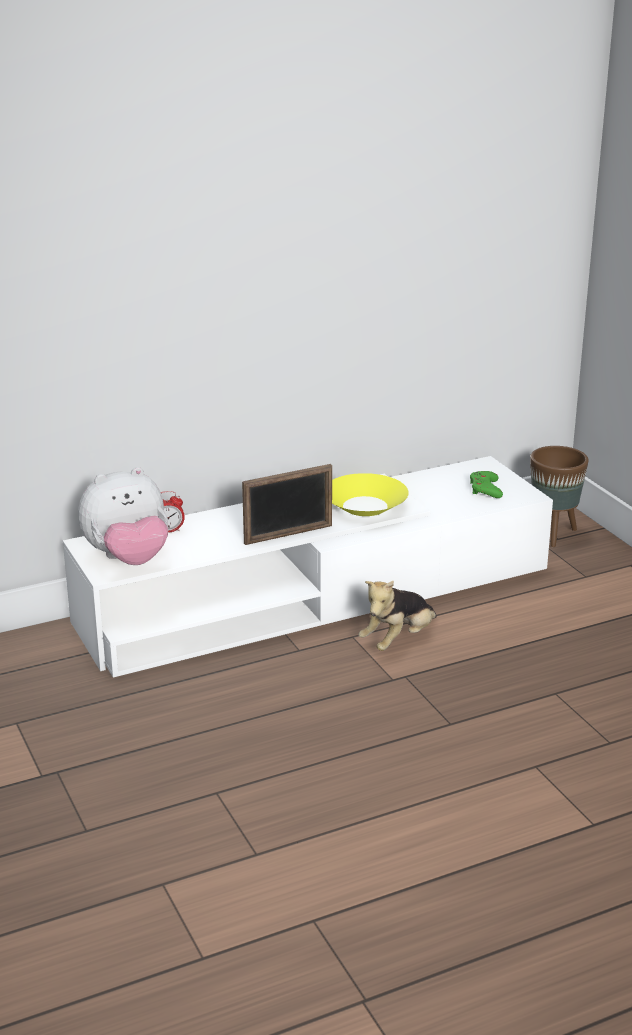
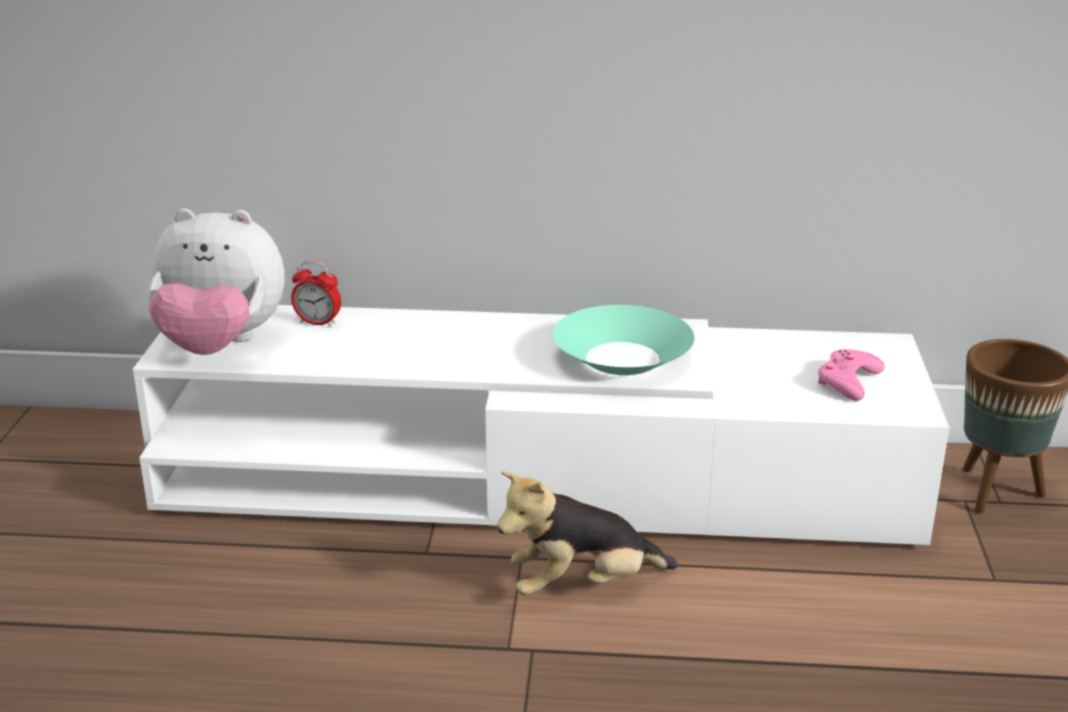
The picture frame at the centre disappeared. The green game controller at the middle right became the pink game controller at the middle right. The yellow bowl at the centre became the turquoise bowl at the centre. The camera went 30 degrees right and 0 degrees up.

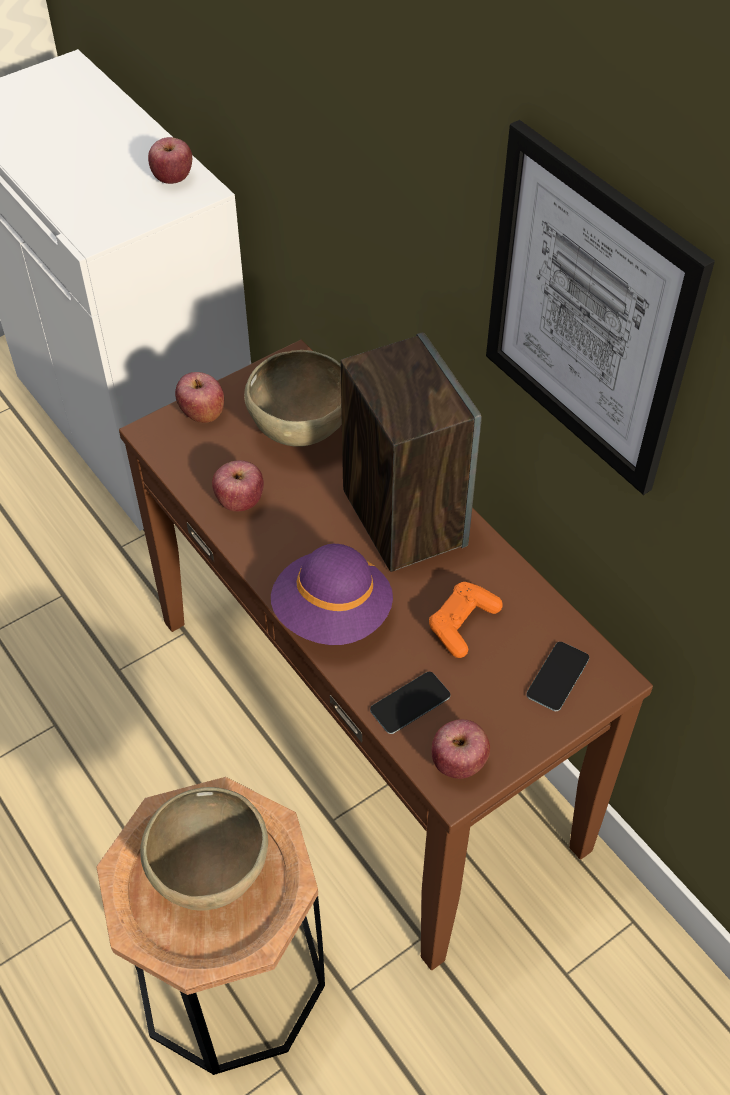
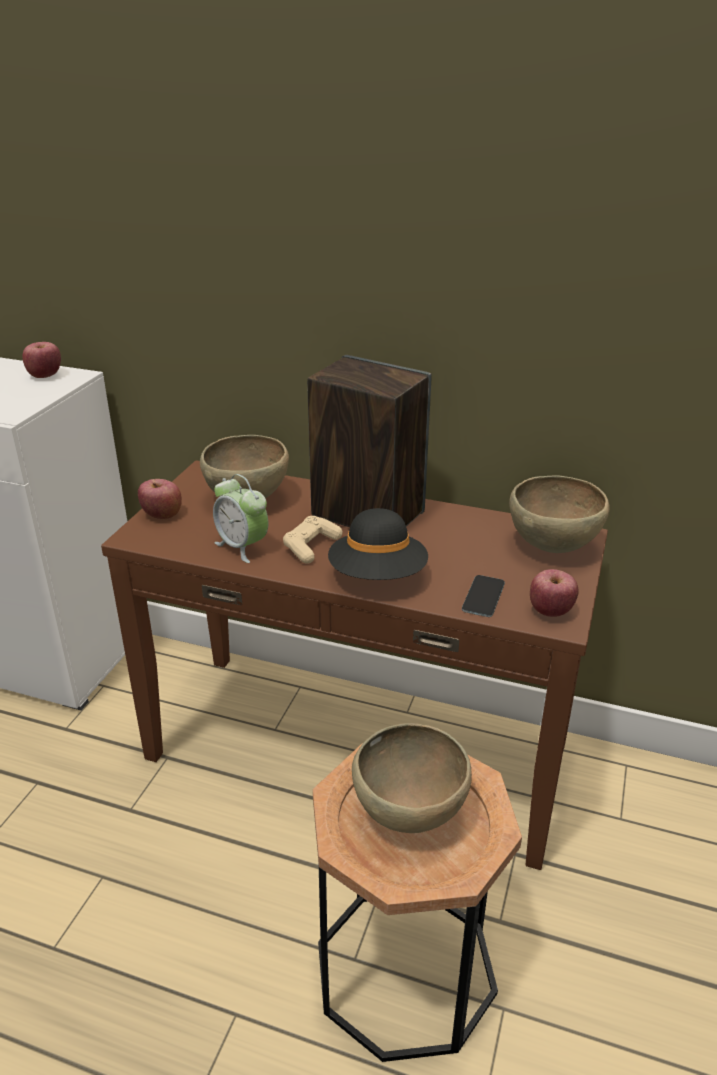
The picture at the top right disappeared. The apple (3rd from left) at the middle left was replaced by the alarm clock at the centre. The purple hat at the centre became the black hat at the centre. The orange game controller at the centre disappeared. The phone (2nd from left) at the middle right was replaced by the brown bowl (3rd from left) at the middle right. The beige game controller at the centre appeared. The camera went 35 degrees left and 20 degrees down.

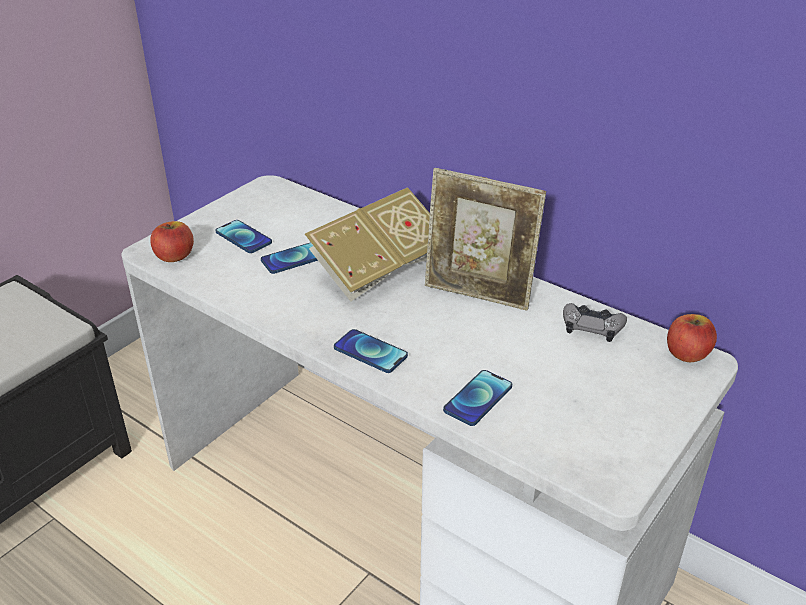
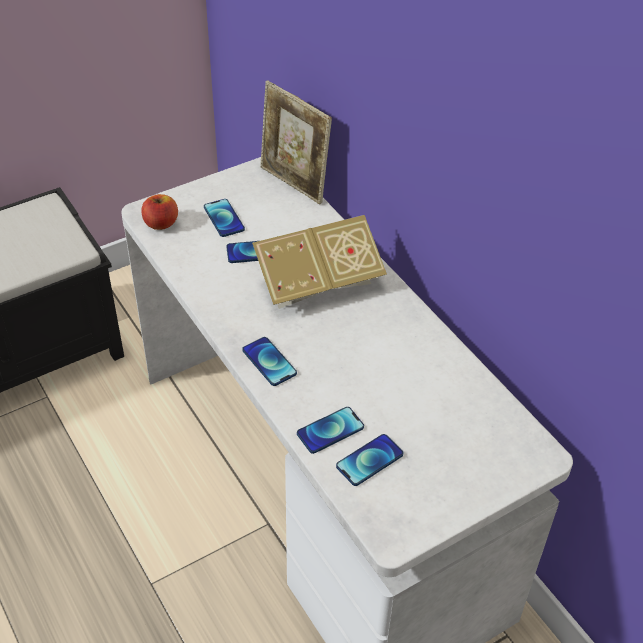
The picture frame moved from the centre to the top centre. The grey game controller at the middle right disappeared. The apple (2nd from left) at the middle right disappeared. The phone (5th from left) at the bottom centre appeared. The camera went 20 degrees right and 10 degrees up.

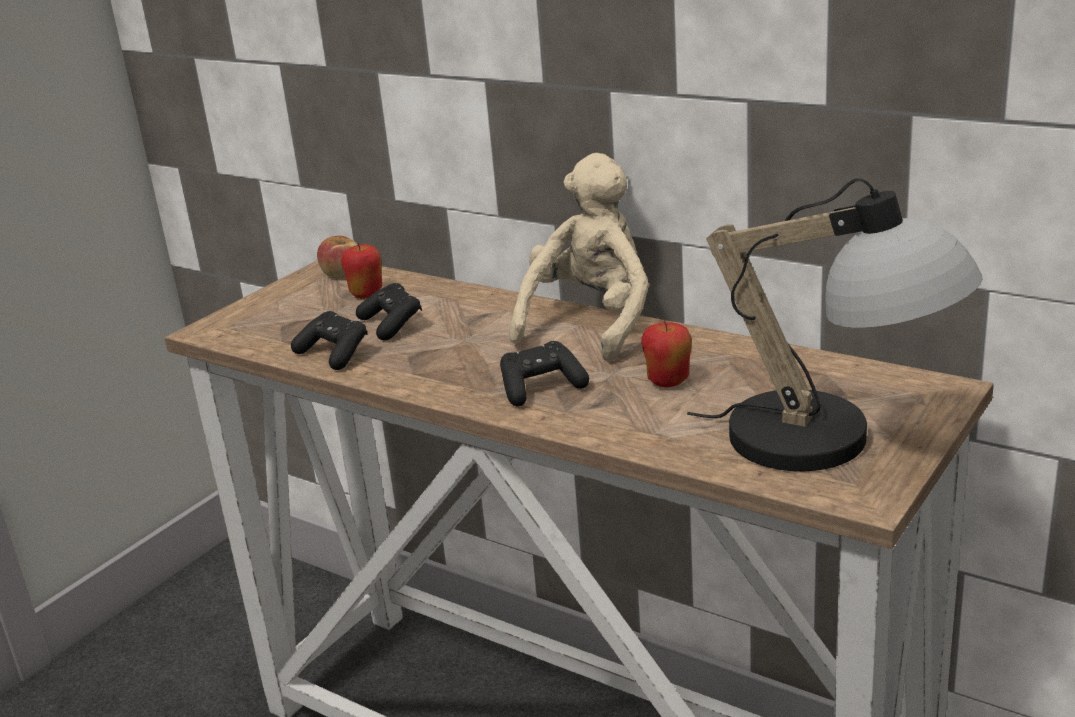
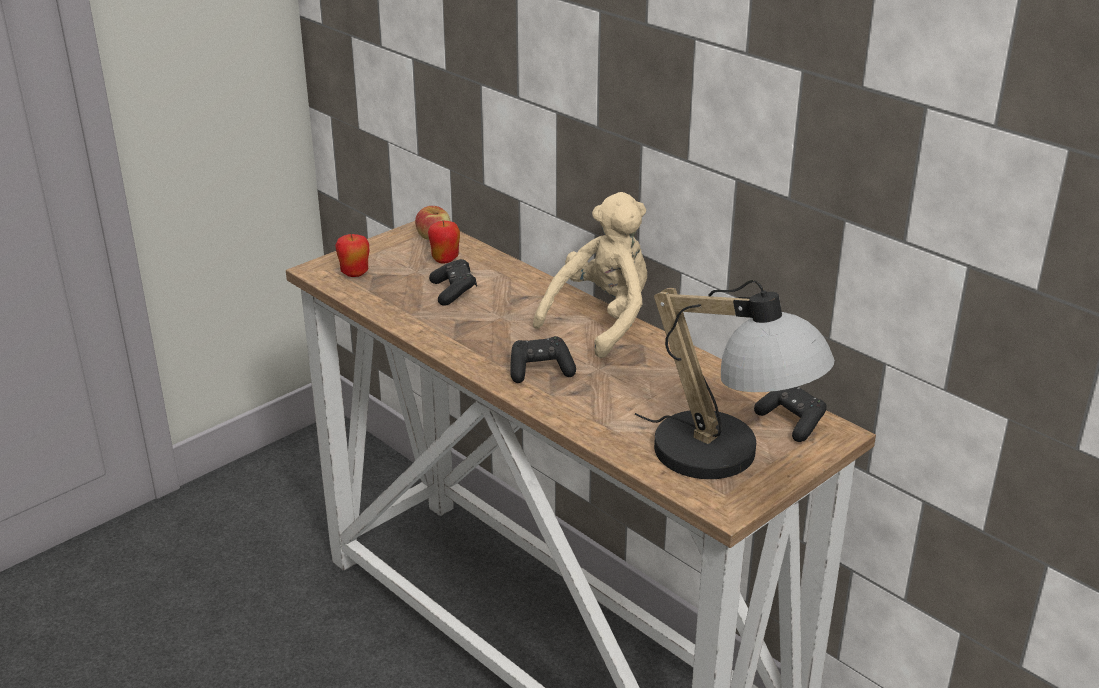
The black game controller (1st from left in the first image) moved from the middle left to the middle right. The apple (3rd from left in the first image) moved from the centre to the middle left. The camera went 10 degrees right and 5 degrees up.

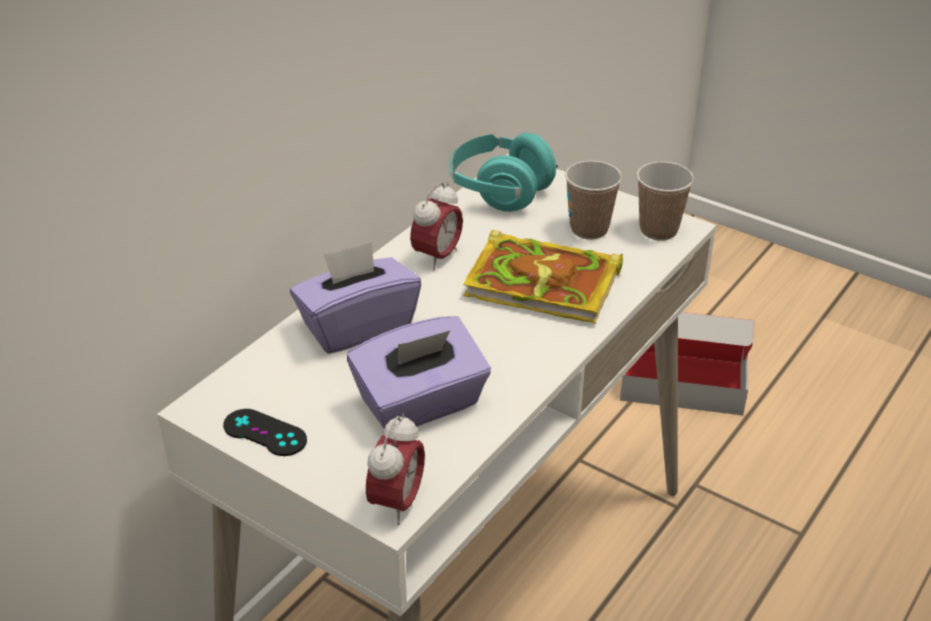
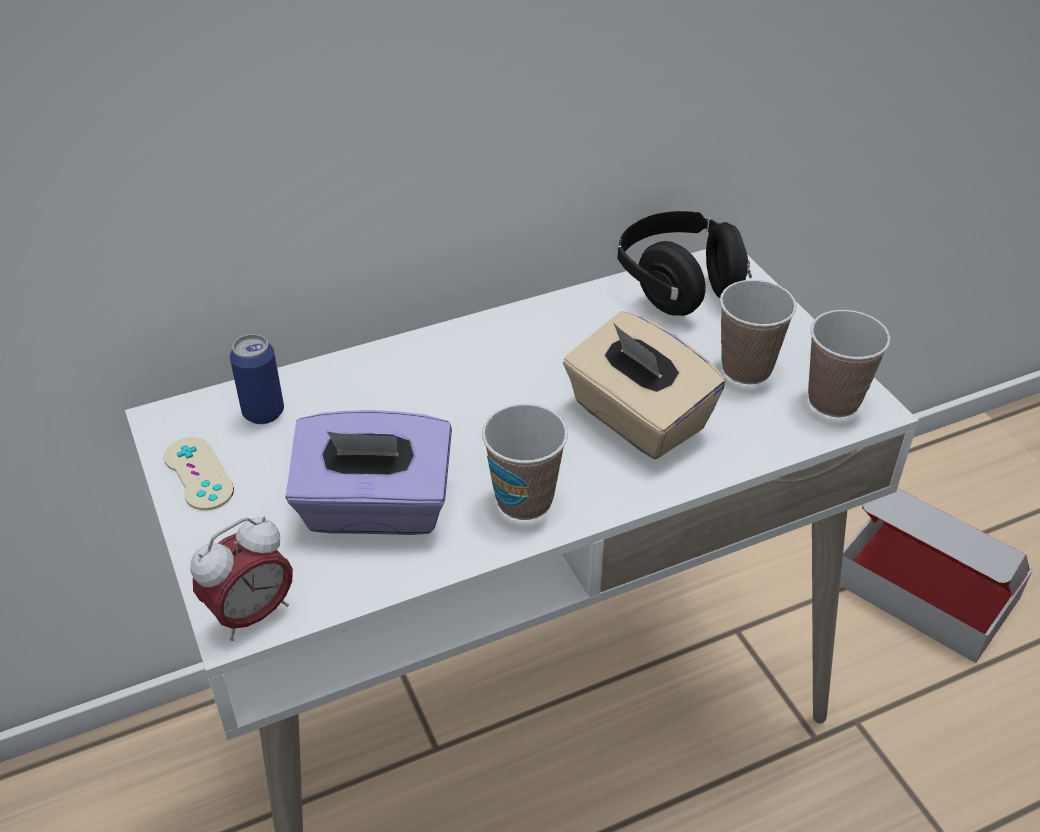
The turquoise headphones at the top centre became the black headphones at the top centre. The alarm clock (2nd from left) at the centre disappeared. The book at the centre was replaced by the beige tissue box at the centre. The purple tissue box (1st from left) at the centre disappeared. The black game controller at the bottom left became the beige game controller at the middle left. The can at the middle left appeared. The cup (1st from left) at the centre appeared. The camera went 30 degrees right and 5 degrees up.

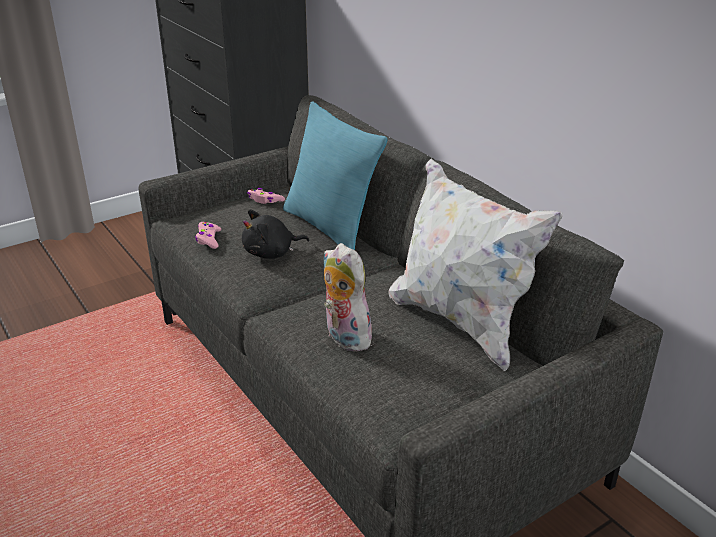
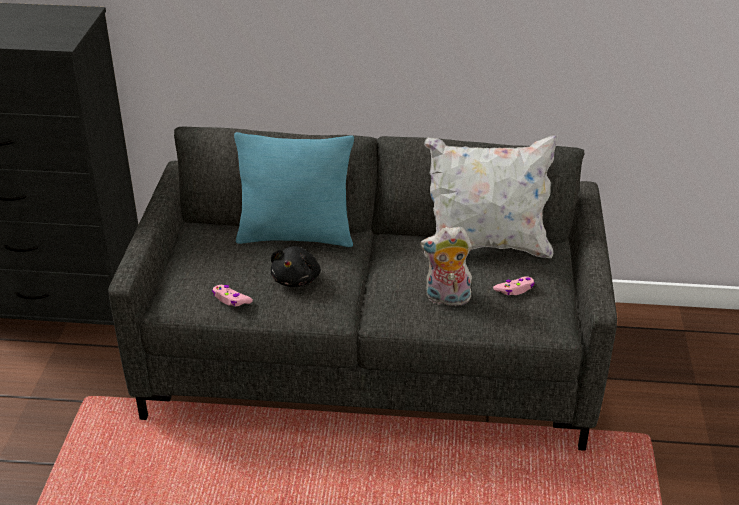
The pink game controller (2nd from left) moved from the centre to the middle right. The camera went 50 degrees left and 5 degrees up.

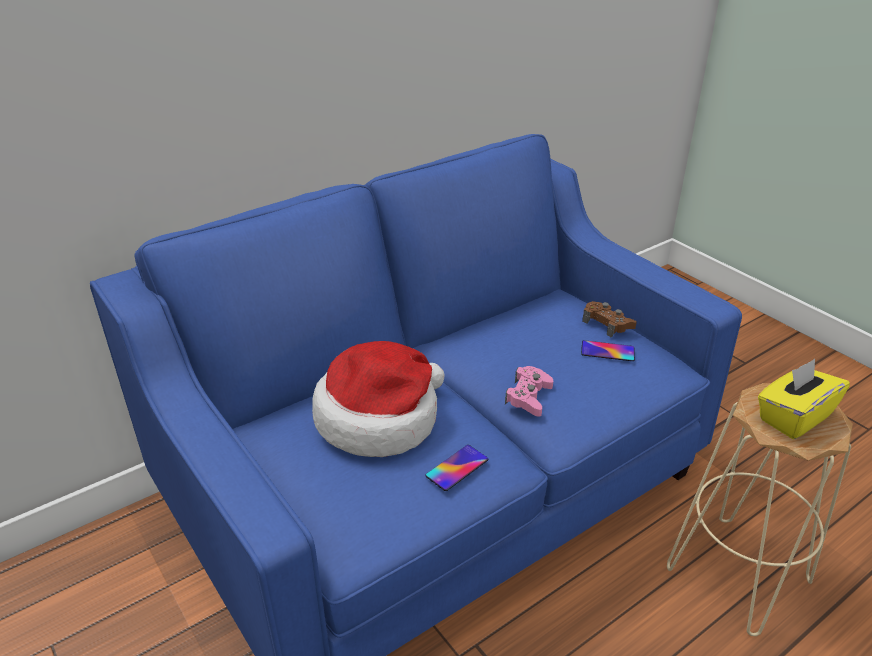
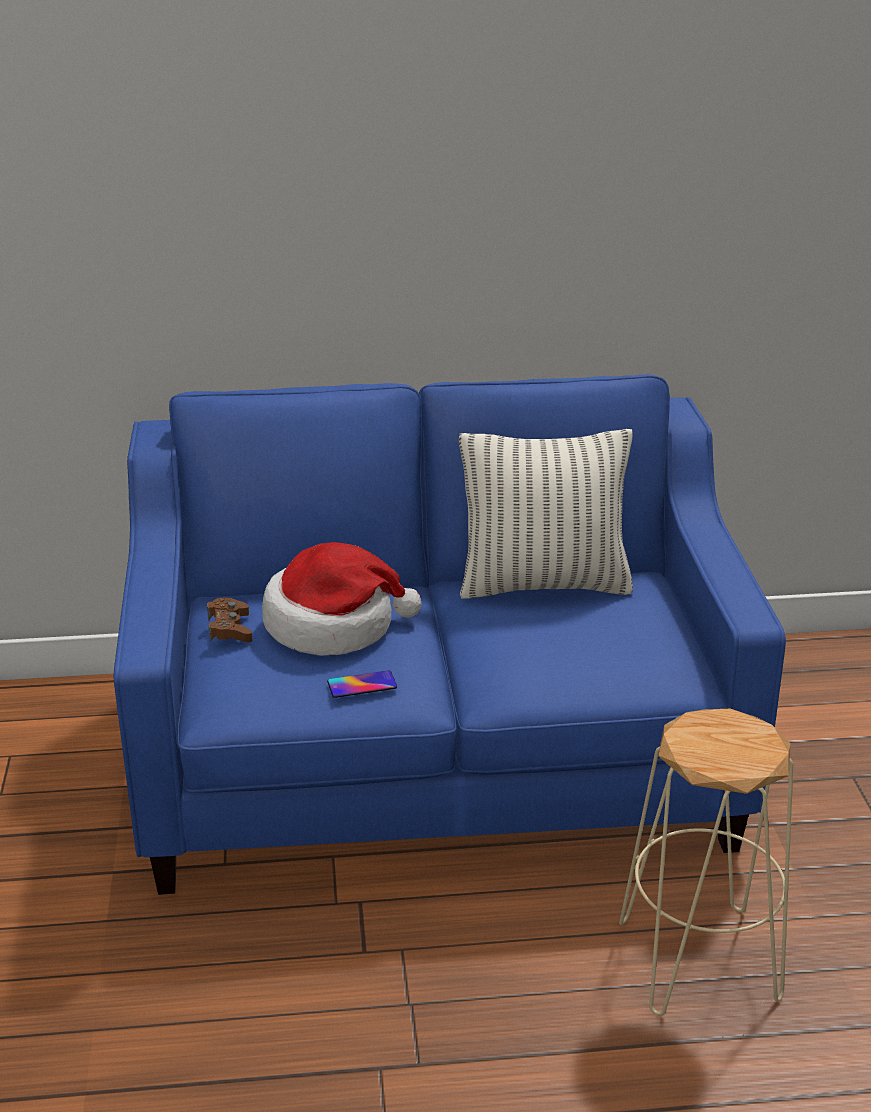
The brown game controller moved from the middle right to the middle left. The phone (2nd from left) at the middle right disappeared. The yellow tissue box at the middle right disappeared. The pink game controller at the centre disappeared. The pillow at the centre appeared. The camera went 30 degrees right and 5 degrees down.

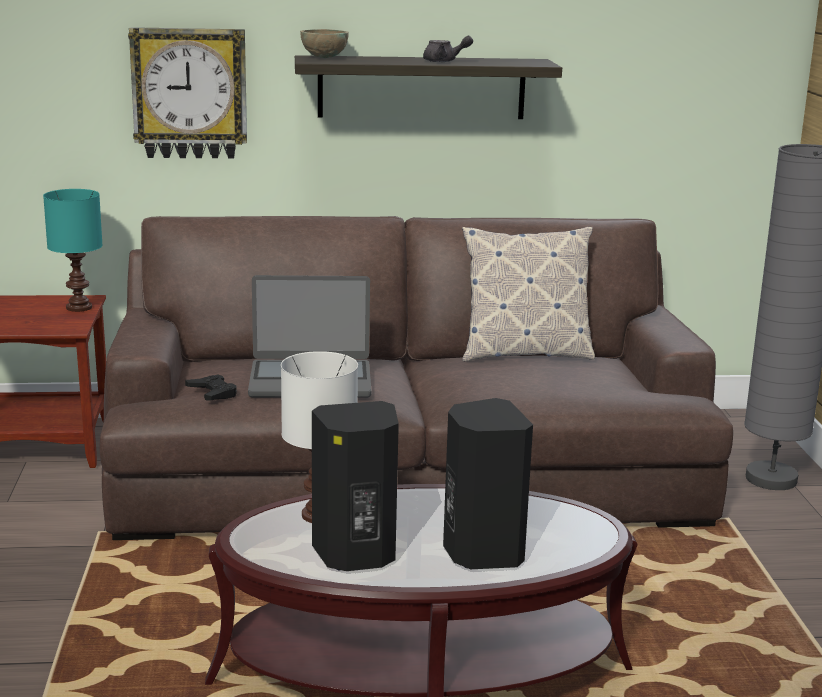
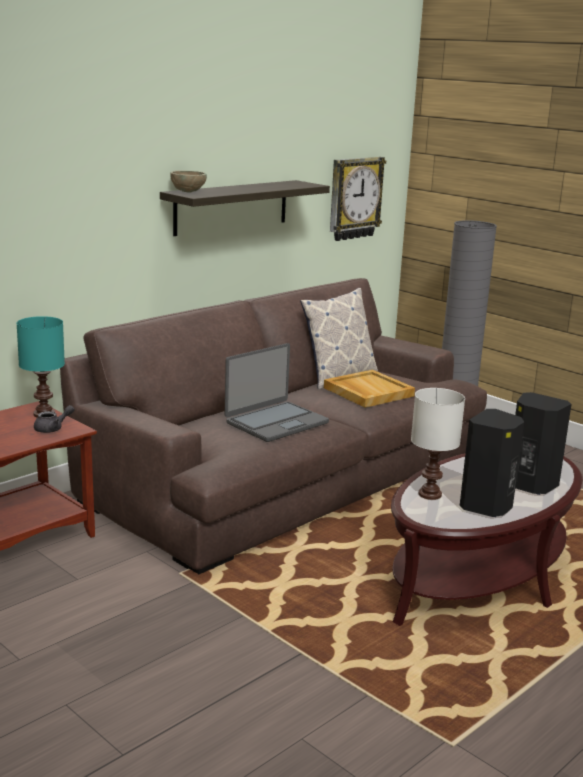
The wall clock moved from the top left to the top centre. The grey teapot moved from the top centre to the middle left. The black game controller at the middle left disappeared. The beige tray at the centre appeared. The camera went 40 degrees left and 0 degrees up.

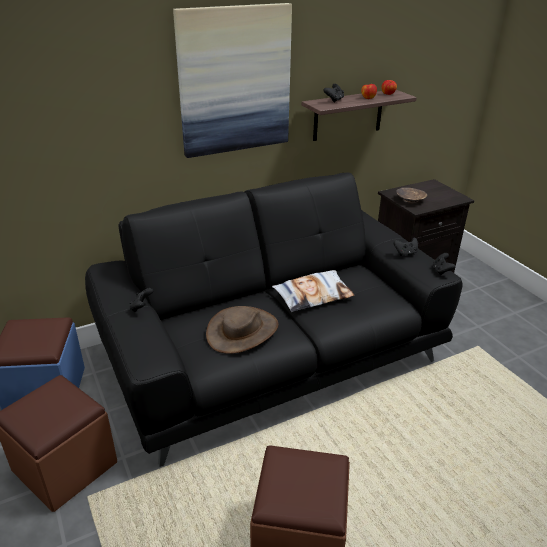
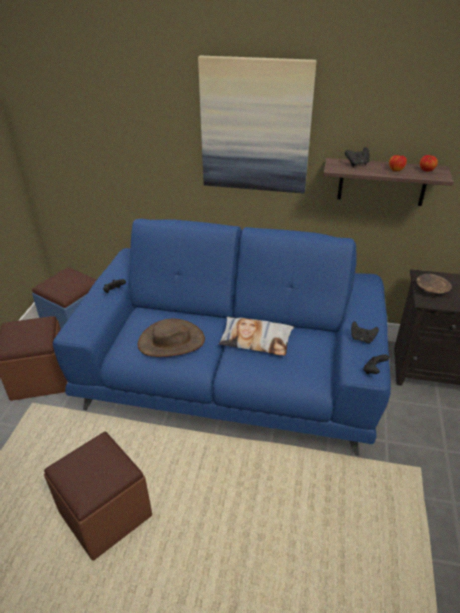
The black sofa at the centre became the blue sofa at the centre. The camera went 40 degrees right and 5 degrees up.

